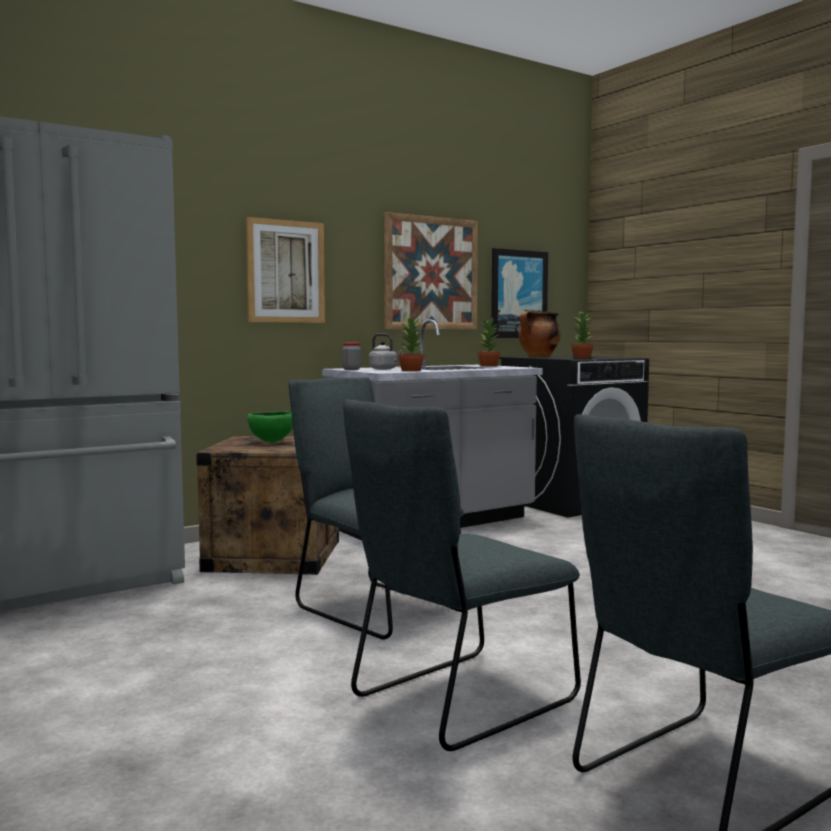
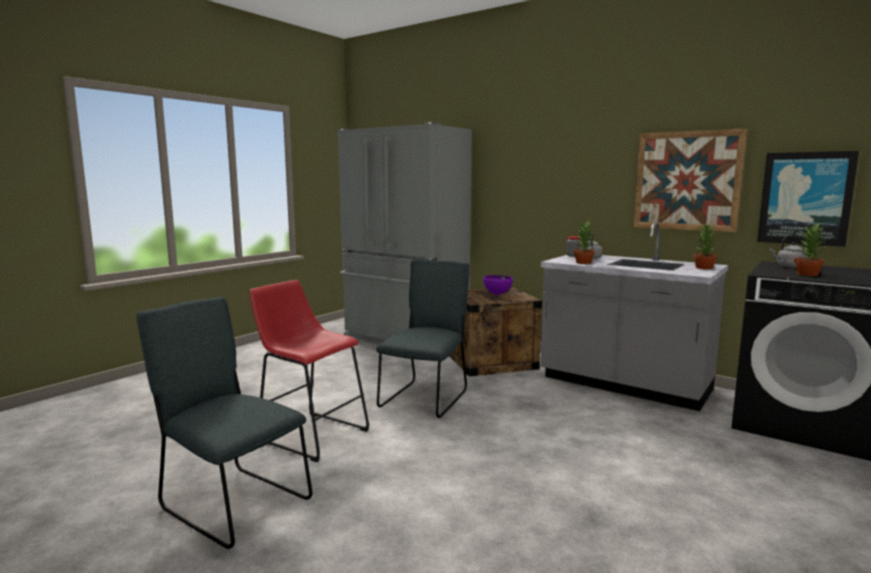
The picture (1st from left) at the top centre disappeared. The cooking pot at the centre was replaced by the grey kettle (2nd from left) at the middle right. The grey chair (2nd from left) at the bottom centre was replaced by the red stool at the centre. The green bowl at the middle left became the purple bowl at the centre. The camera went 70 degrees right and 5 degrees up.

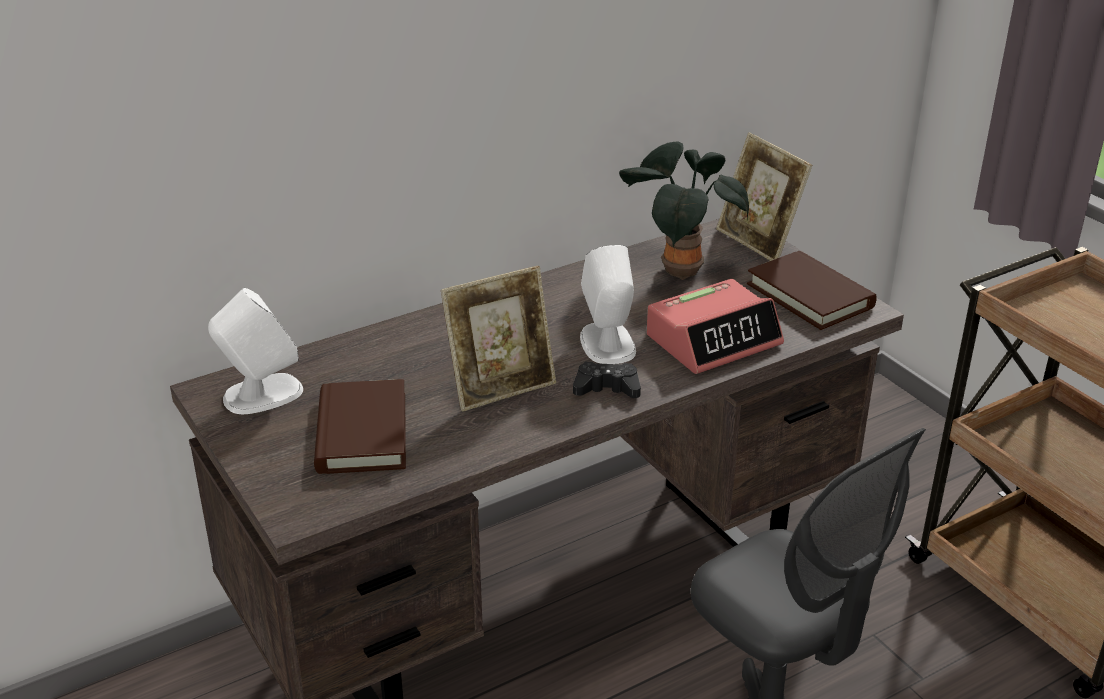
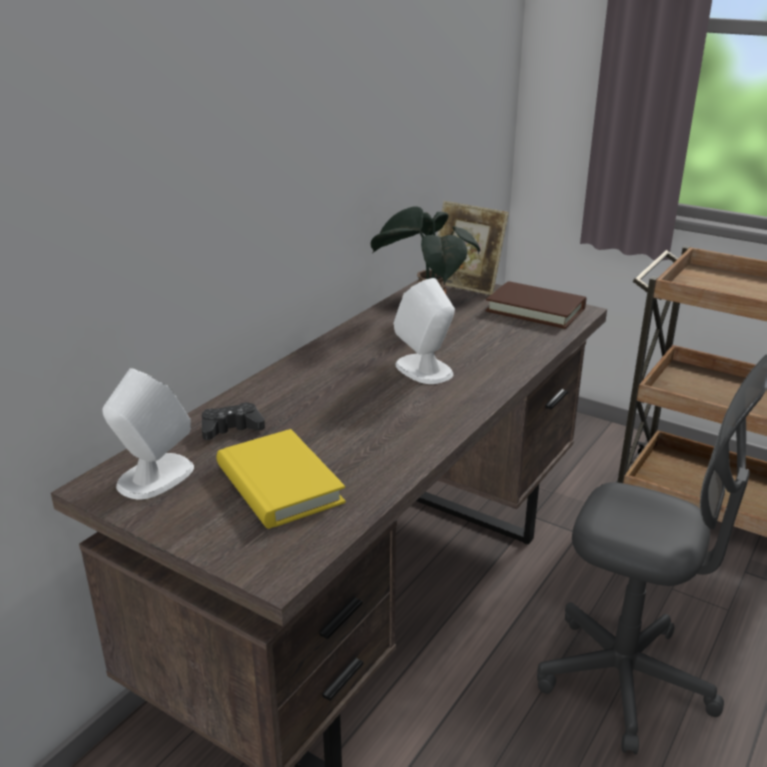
The picture frame (1st from left) at the centre disappeared. The alarm clock at the centre disappeared. The black game controller moved from the centre to the middle left. The brown book (1st from left) at the middle left became the yellow book at the centre. The camera went 25 degrees left and 5 degrees down.

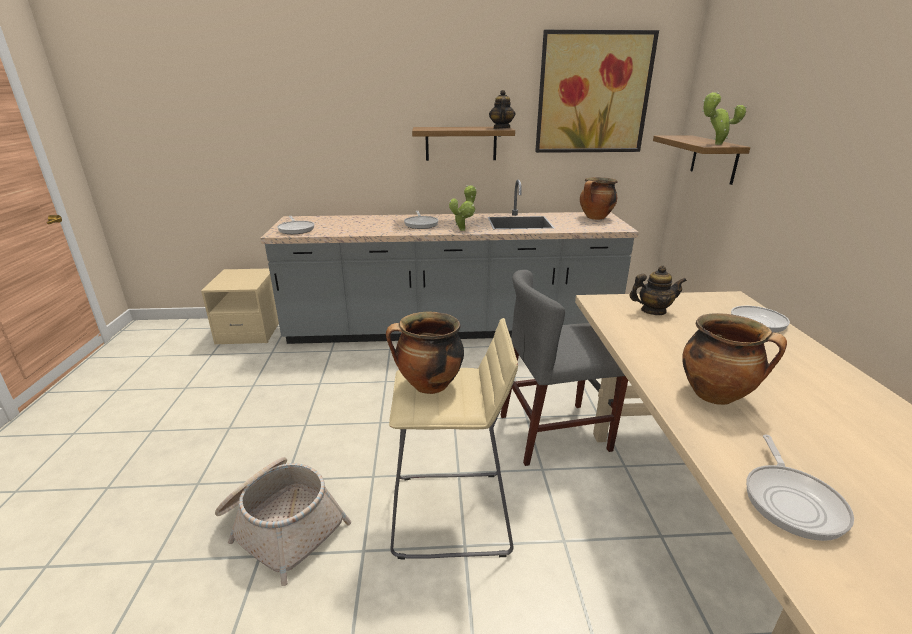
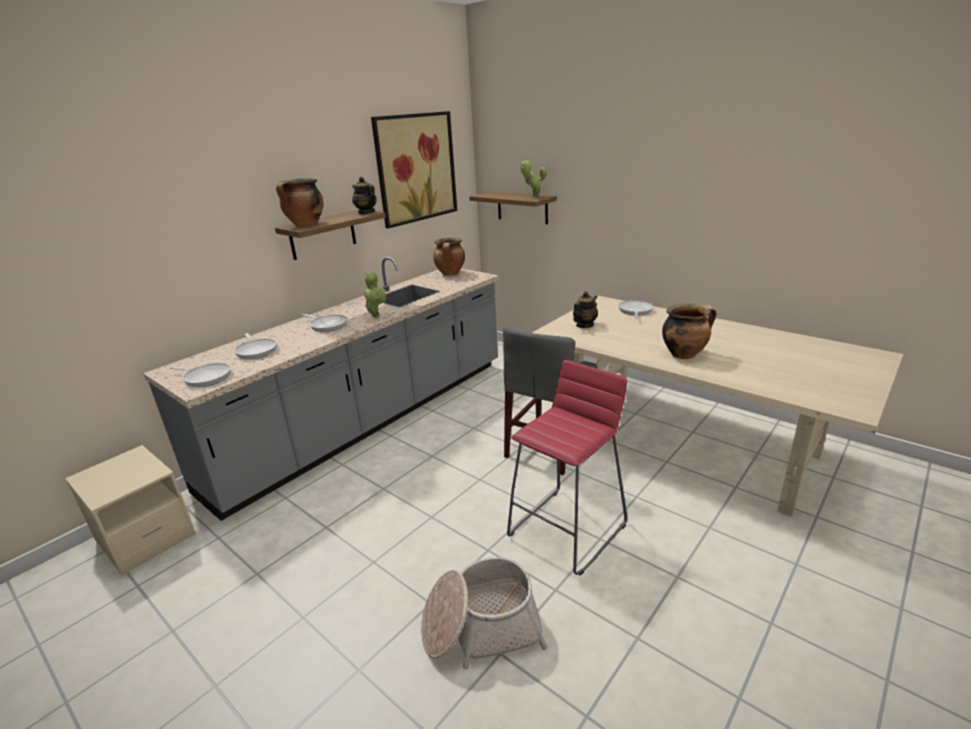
The cooking pot (1st from left) moved from the centre to the top left. The beige stool at the bottom centre became the red stool at the centre. The frying pan (4th from left in the first image) moved from the bottom right to the middle left. The camera went 45 degrees left and 0 degrees up.

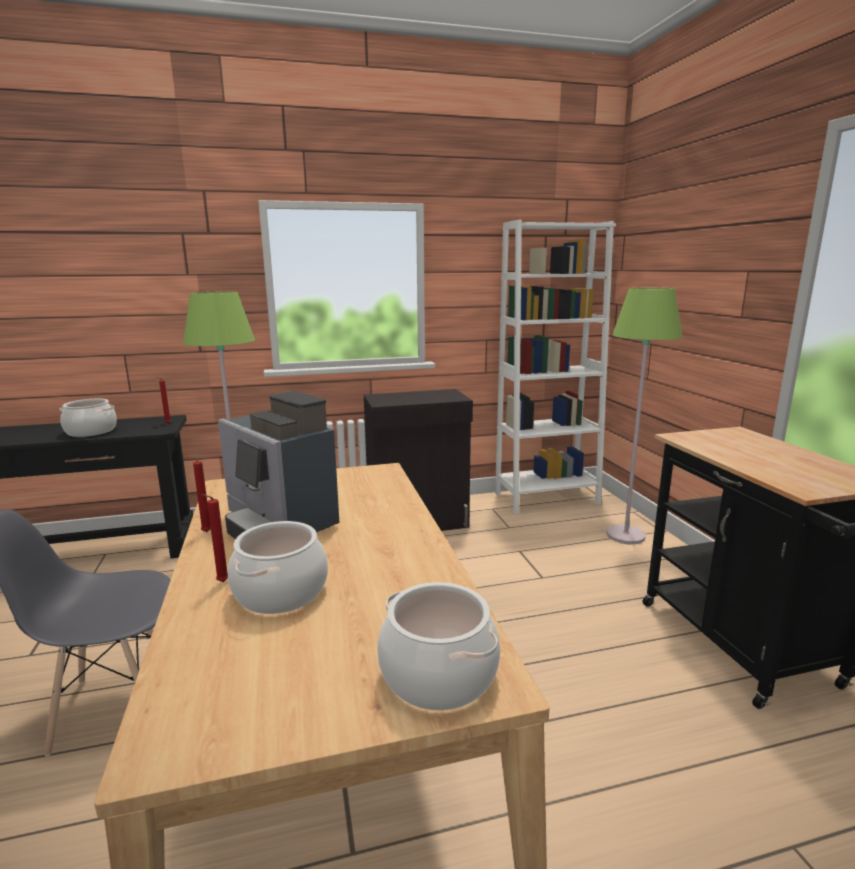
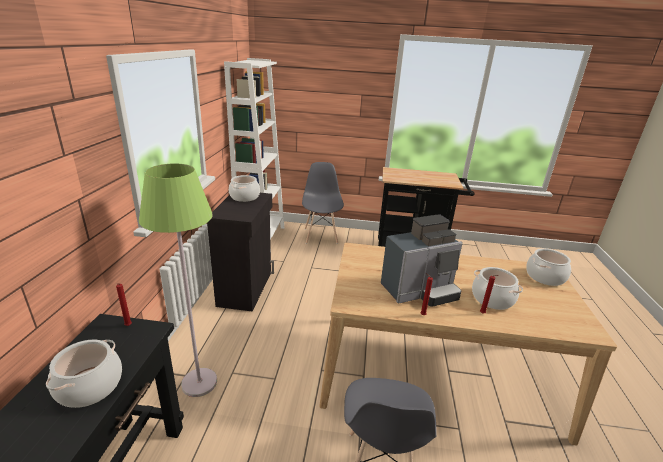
The green floor lamp (2nd from left) at the middle right was replaced by the grey chair (1st from left) at the centre. The cooking pot (2nd from left) at the centre appeared. The camera went 70 degrees left and 10 degrees up.

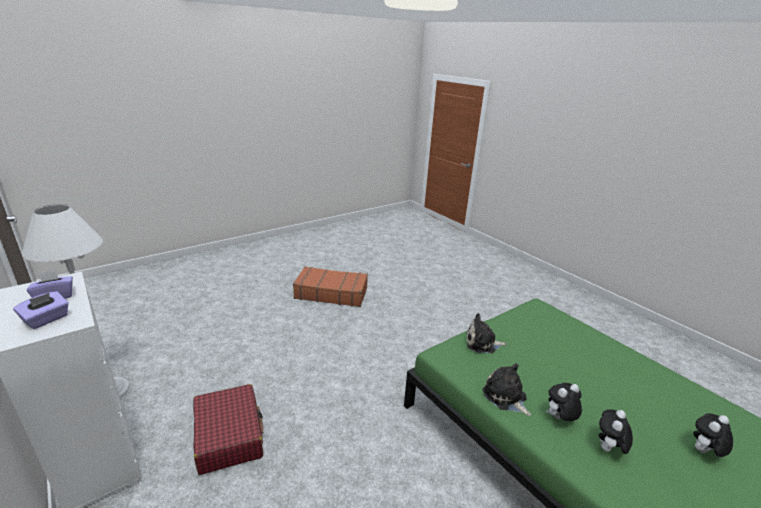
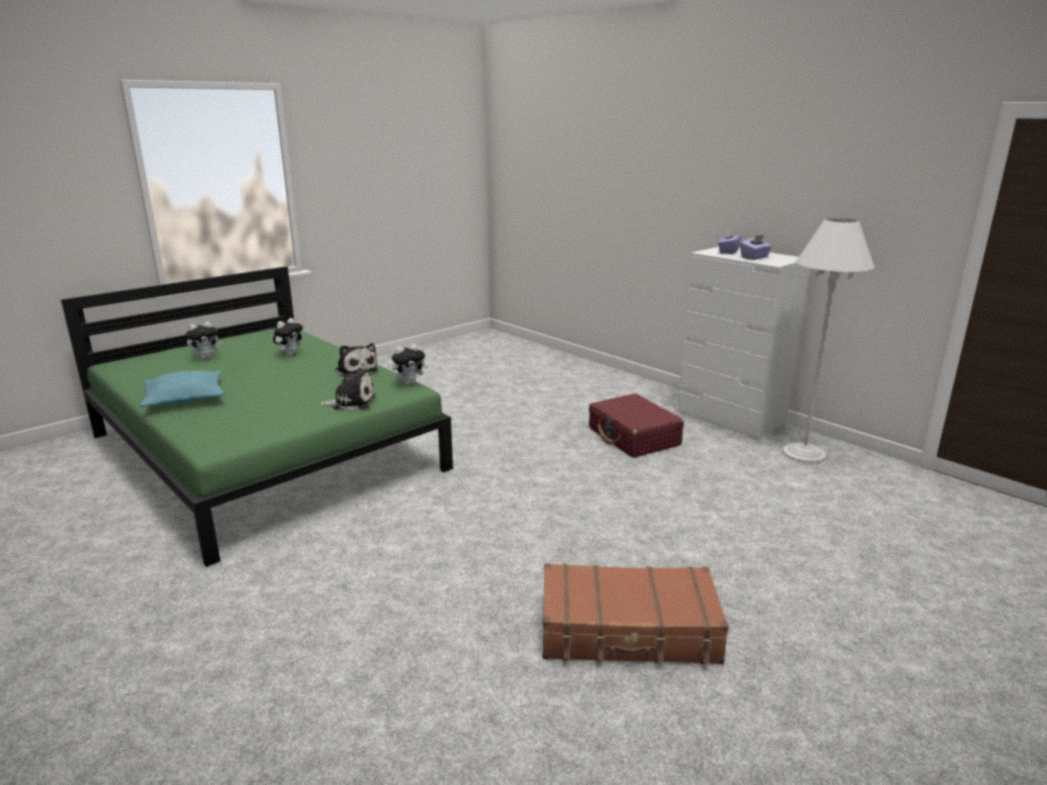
The plush toy (3rd from left in the first image) moved from the bottom right to the centre. The turquoise pillow at the middle left appeared. The camera went 175 degrees right and 5 degrees down.

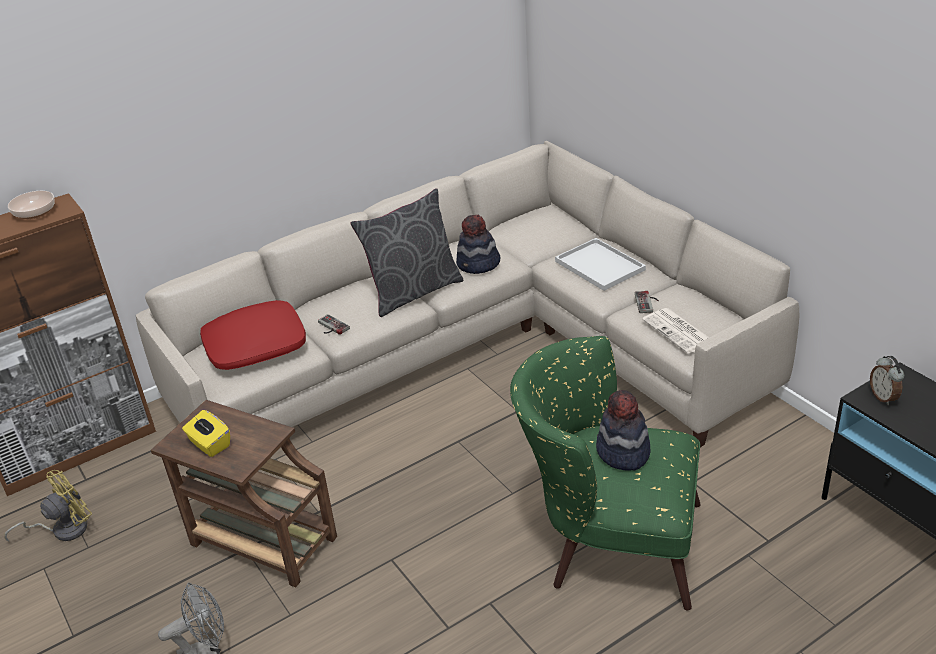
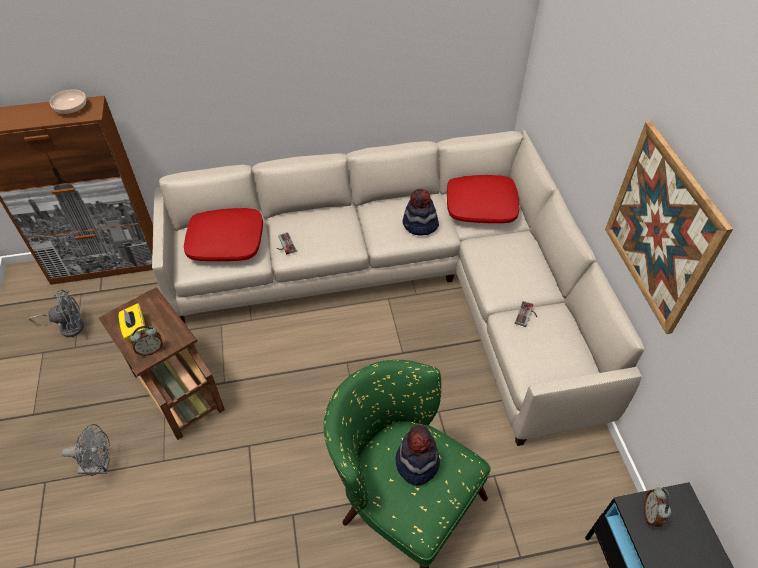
The grey pillow at the centre disappeared. The white tray at the centre disappeared. The newspaper at the middle right disappeared. The yellow fan at the bottom left became the grey fan (1st from left) at the middle left. The picture at the middle right appeared. The red pillow (2nd from left) at the centre appeared. The alarm clock (1st from left) at the middle left appeared. The camera went 20 degrees right and 15 degrees up.

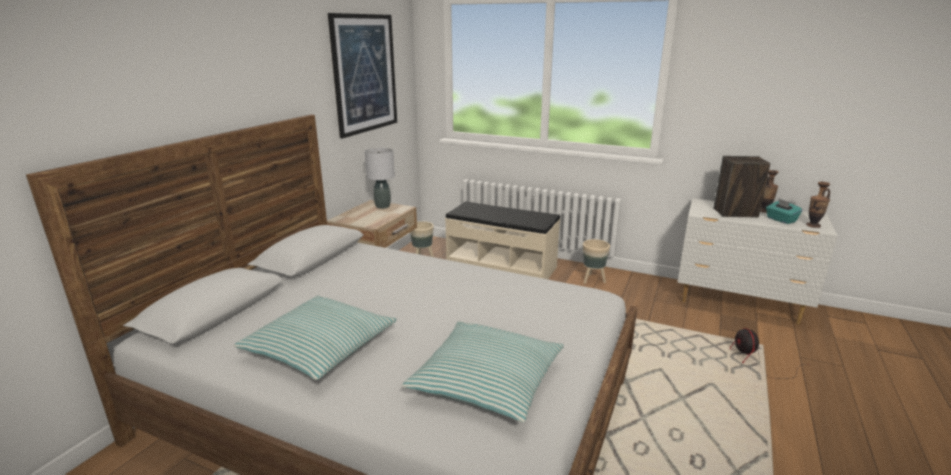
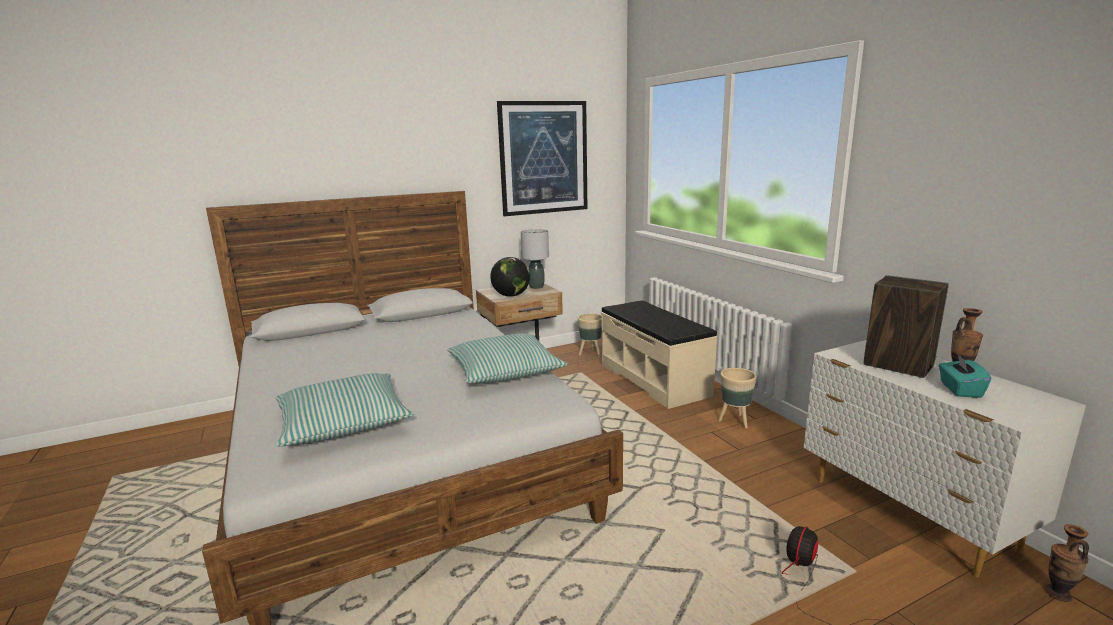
The vase (2nd from left) moved from the middle right to the bottom right. The pillow (1st from left in the first image) moved from the bottom left to the centre. The globe at the centre appeared. The camera went 40 degrees right and 5 degrees down.

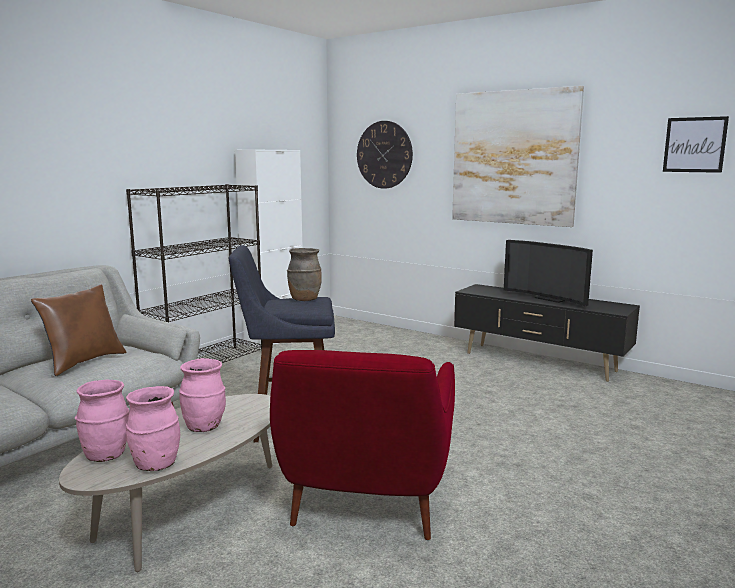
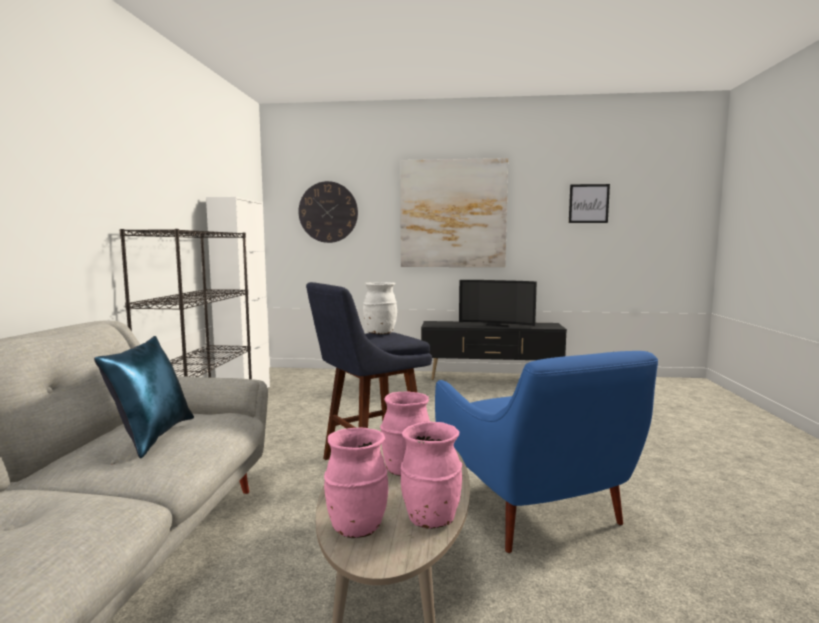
The brown vase at the centre became the white vase at the centre. The brown pillow at the middle left became the blue pillow at the middle left. The red armchair at the bottom centre became the blue armchair at the bottom right. The camera went 30 degrees left and 5 degrees down.

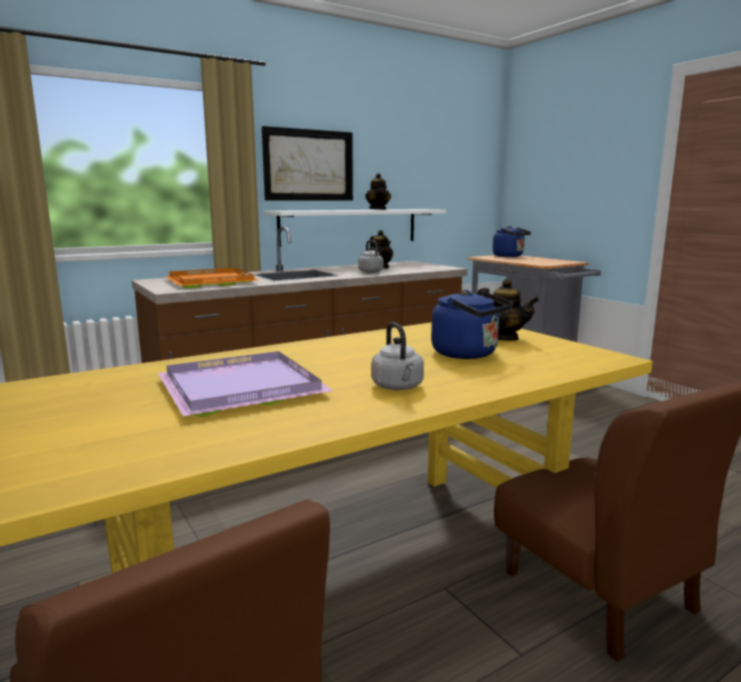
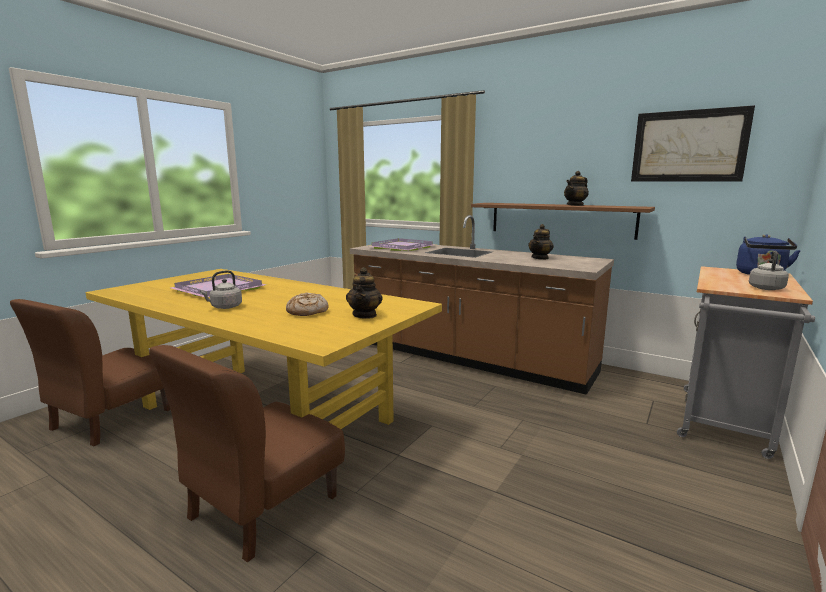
The picture moved from the top centre to the top right. The white shelf at the centre became the brown shelf at the middle right. The grey kettle (1st from left in the first image) moved from the centre to the middle right. The orange tray at the middle left became the purple tray (2nd from left) at the centre. The blue kettle (1st from left) at the centre was replaced by the bread at the centre. The camera went 65 degrees right and 0 degrees up.

